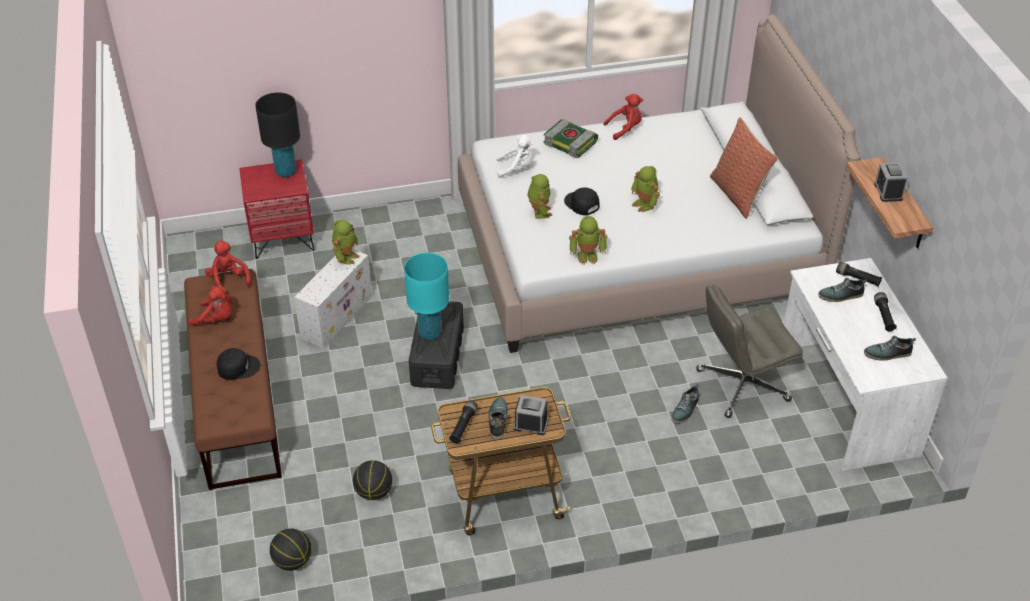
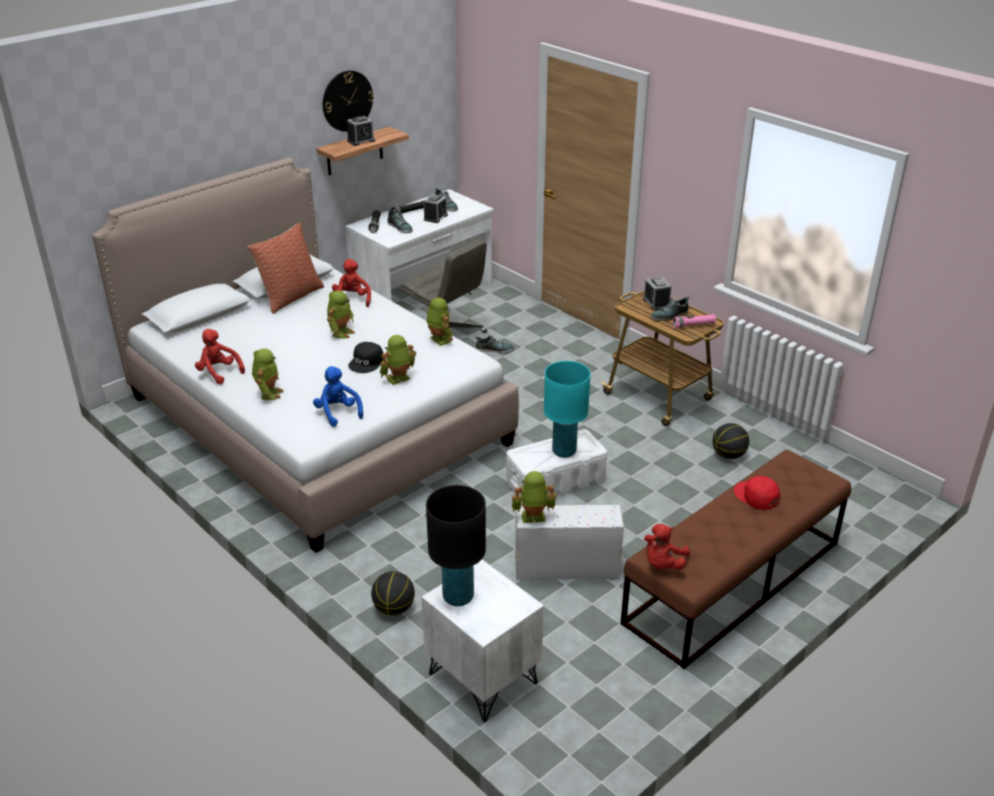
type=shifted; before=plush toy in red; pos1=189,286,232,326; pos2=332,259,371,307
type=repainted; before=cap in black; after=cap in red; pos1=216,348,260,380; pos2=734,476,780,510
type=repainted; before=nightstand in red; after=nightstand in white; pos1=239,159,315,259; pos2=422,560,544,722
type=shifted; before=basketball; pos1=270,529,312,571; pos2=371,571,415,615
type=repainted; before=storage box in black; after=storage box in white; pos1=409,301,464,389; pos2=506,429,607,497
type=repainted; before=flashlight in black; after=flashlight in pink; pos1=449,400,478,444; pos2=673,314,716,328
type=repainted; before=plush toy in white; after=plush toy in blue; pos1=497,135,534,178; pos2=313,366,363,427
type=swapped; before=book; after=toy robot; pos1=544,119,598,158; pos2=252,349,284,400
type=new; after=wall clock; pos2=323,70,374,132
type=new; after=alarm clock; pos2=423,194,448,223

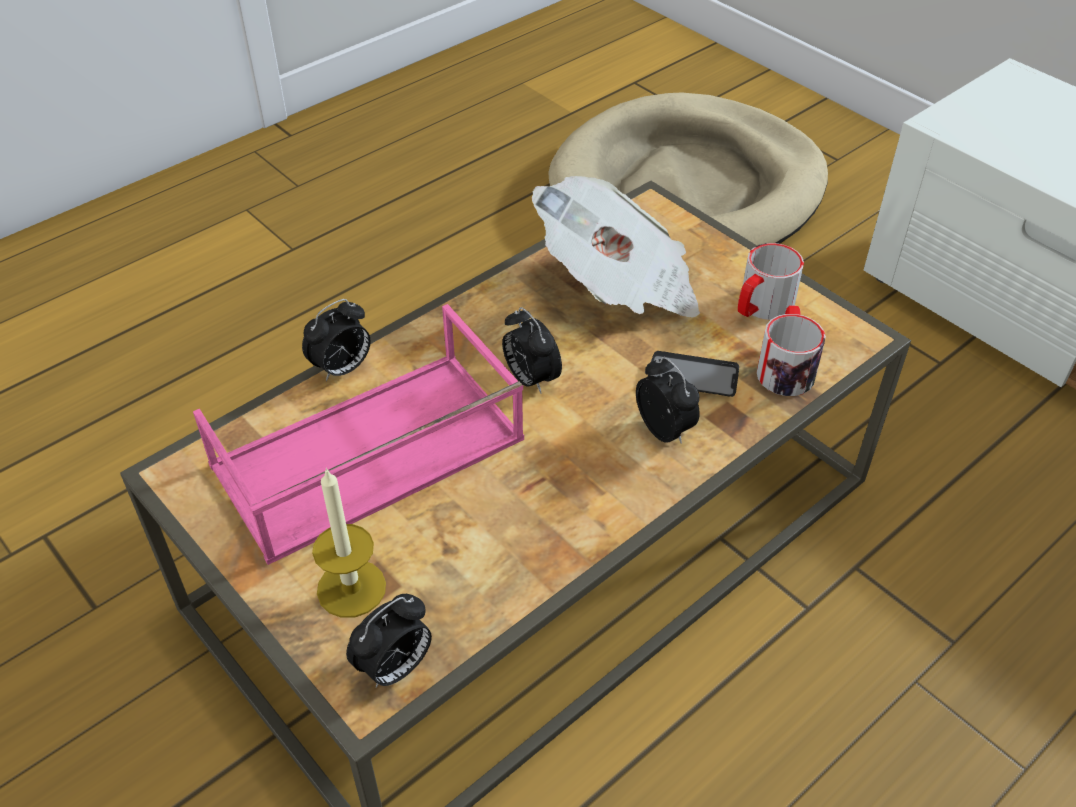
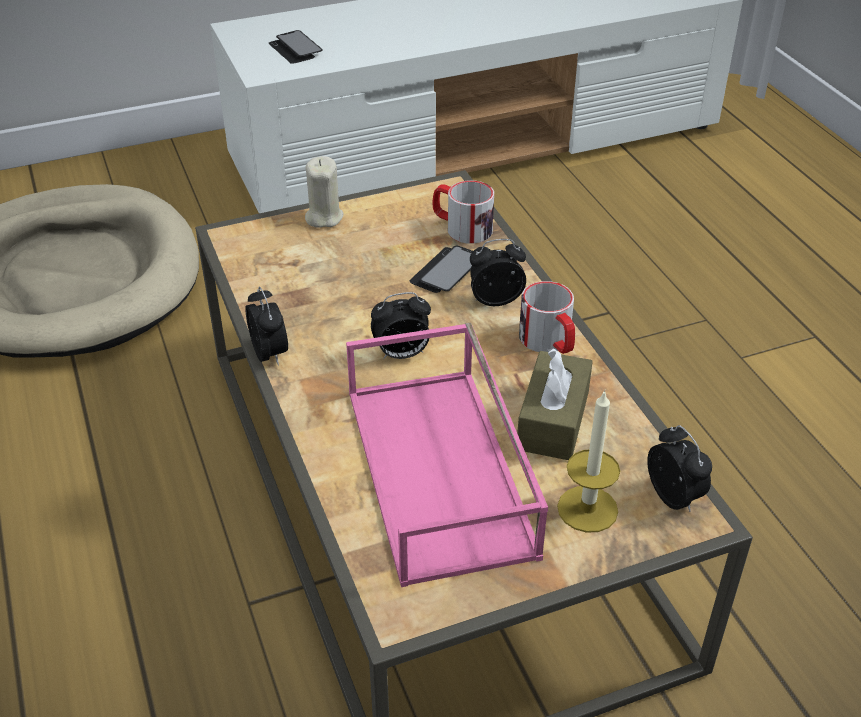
type=shifted; before=alarm clock; pos1=302,299,371,381; pos2=245,286,288,366
type=gone; before=newspaper; pos1=532,176,700,318
type=shifted; before=mug; pos1=738,243,804,320; pos2=519,281,575,354
type=new; after=phone; pos2=269,30,323,64
type=new; after=candle in beige; pos2=305,156,344,228
type=new; after=tissue box in brown; pos2=517,348,593,460

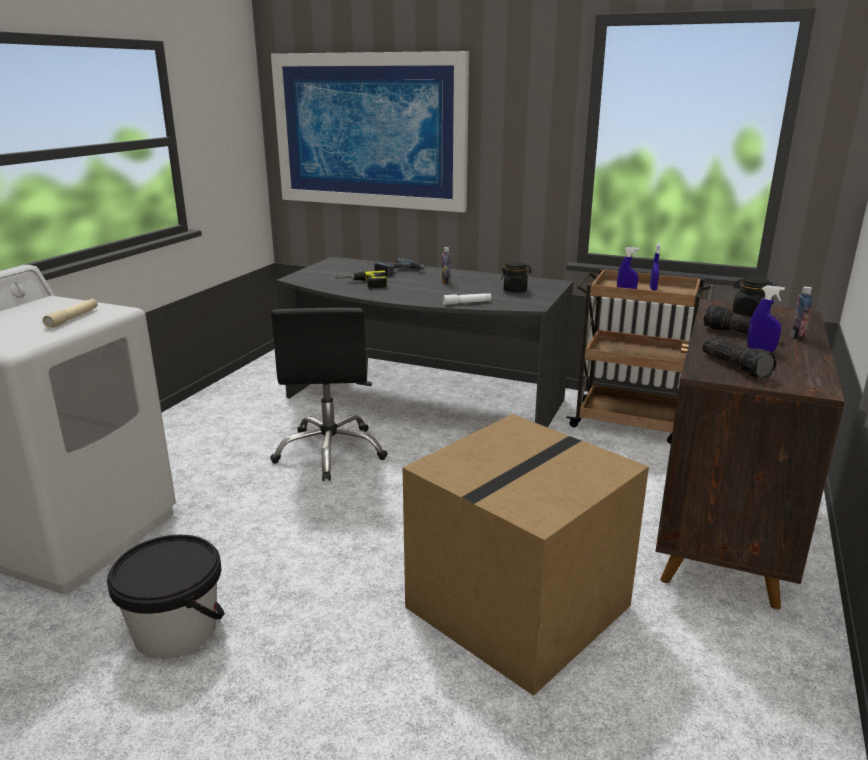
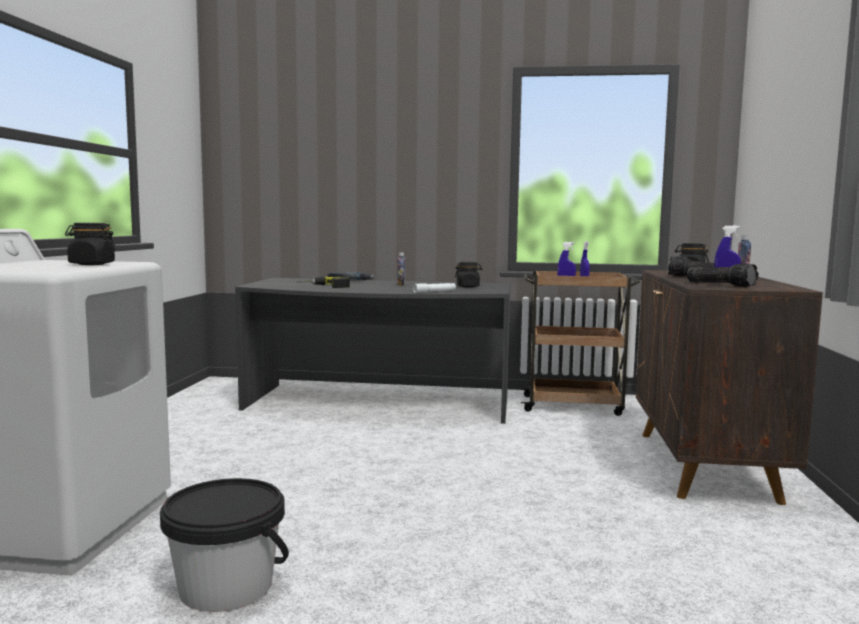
type=swapped; before=flashlight in beige; after=jar in black; pos1=42,299,98,329; pos2=65,223,116,265
type=gone; before=office chair in black; pos1=270,308,388,481
type=gone; before=picture; pos1=271,51,469,212
type=gone; before=cardboard box; pos1=403,414,649,696

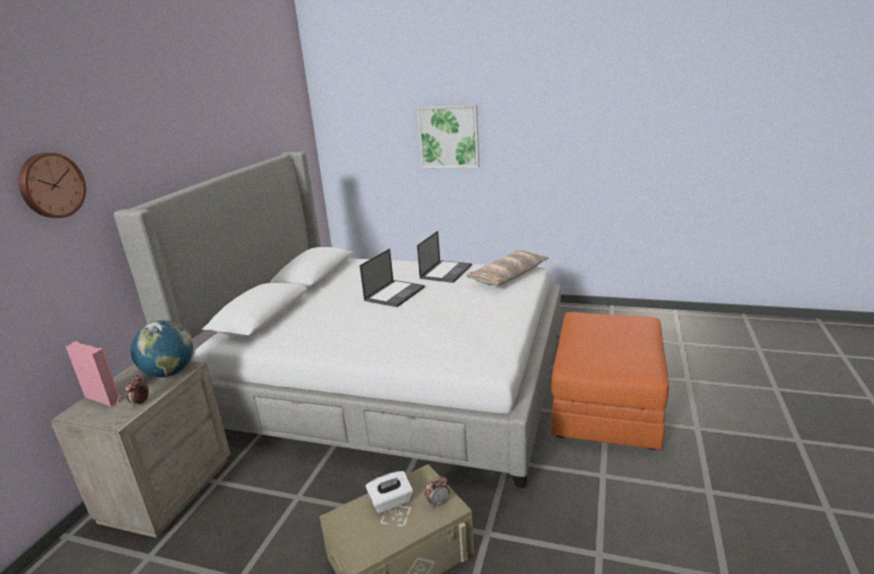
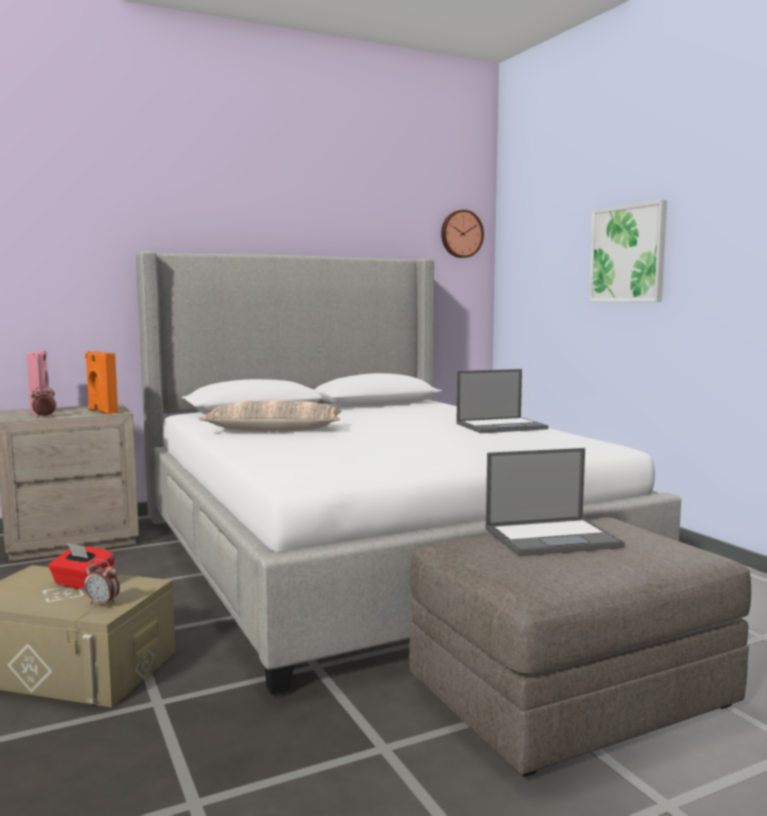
type=shifted; before=wall clock; pos1=19,152,86,218; pos2=441,210,484,258
type=swapped; before=globe; after=speaker in orange; pos1=130,320,194,377; pos2=85,351,118,414
type=shifted; before=laptop; pos1=359,248,425,307; pos2=486,448,625,556
type=repainted; before=tissue box in white; after=tissue box in red; pos1=365,471,413,514; pos2=48,542,115,590
type=shifted; before=pillow; pos1=466,250,549,286; pos2=199,401,342,432
type=repainted; before=ottoman in orange; after=ottoman in grey; pos1=551,312,669,450; pos2=409,517,751,777

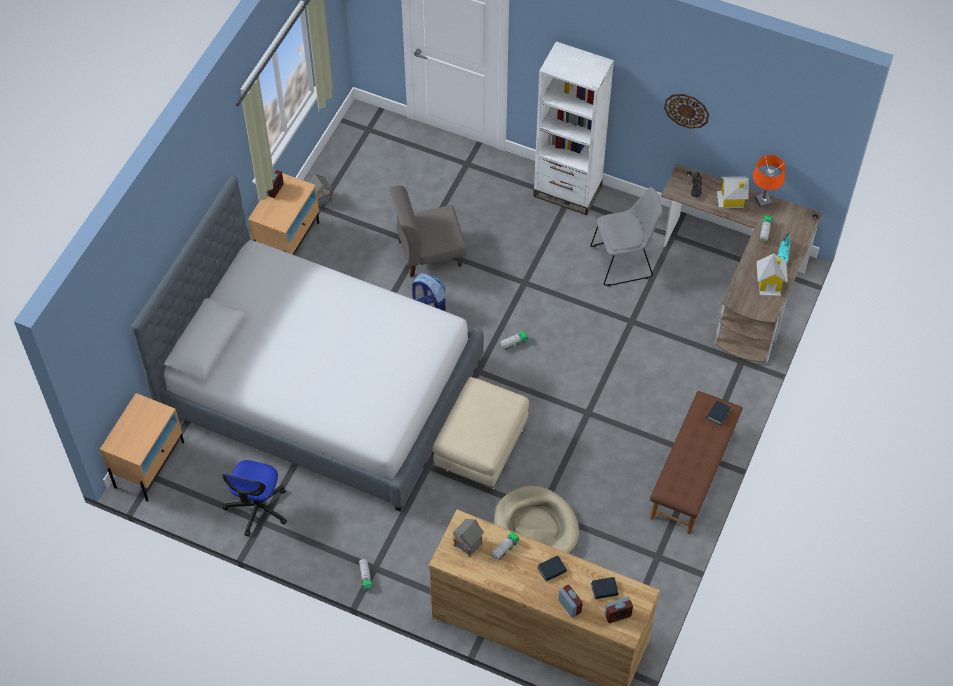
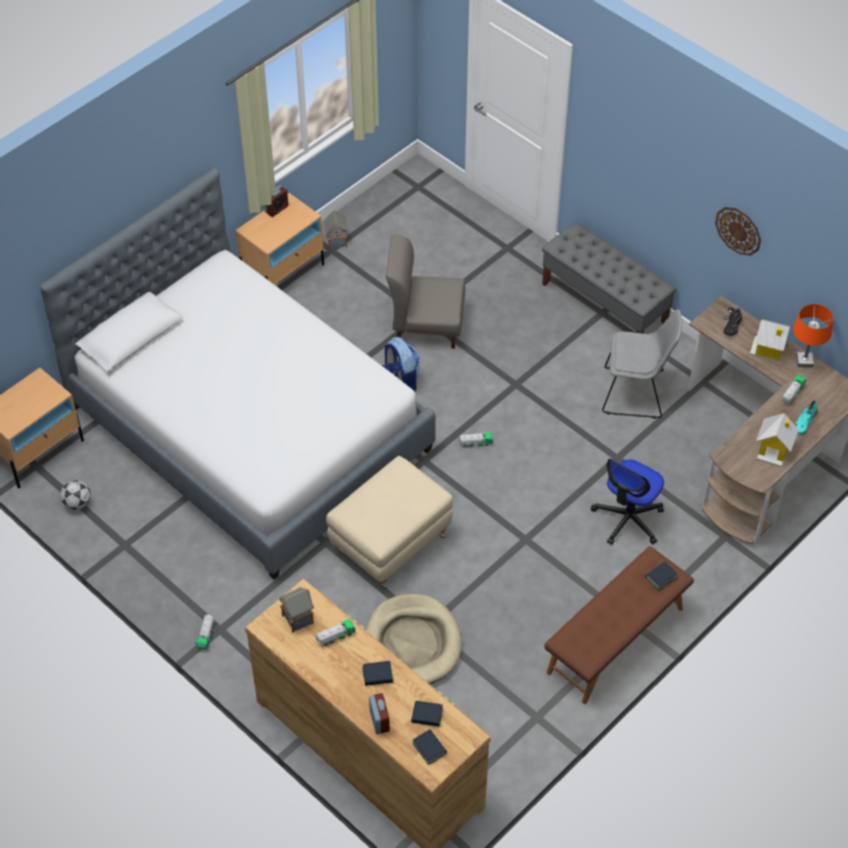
type=shifted; before=office chair; pos1=223,460,287,537; pos2=591,458,664,545
type=swapped; before=bookcase in white; after=bench in grey; pos1=533,41,614,215; pos2=542,222,677,334
type=swapped; before=alarm clock; after=book; pos1=605,597,633,623; pos2=412,729,447,765
type=new; after=football; pos2=60,480,91,510

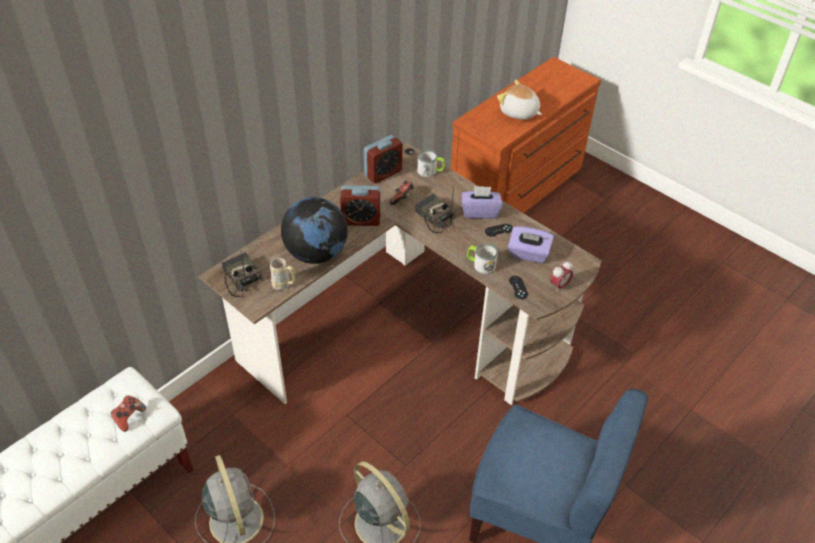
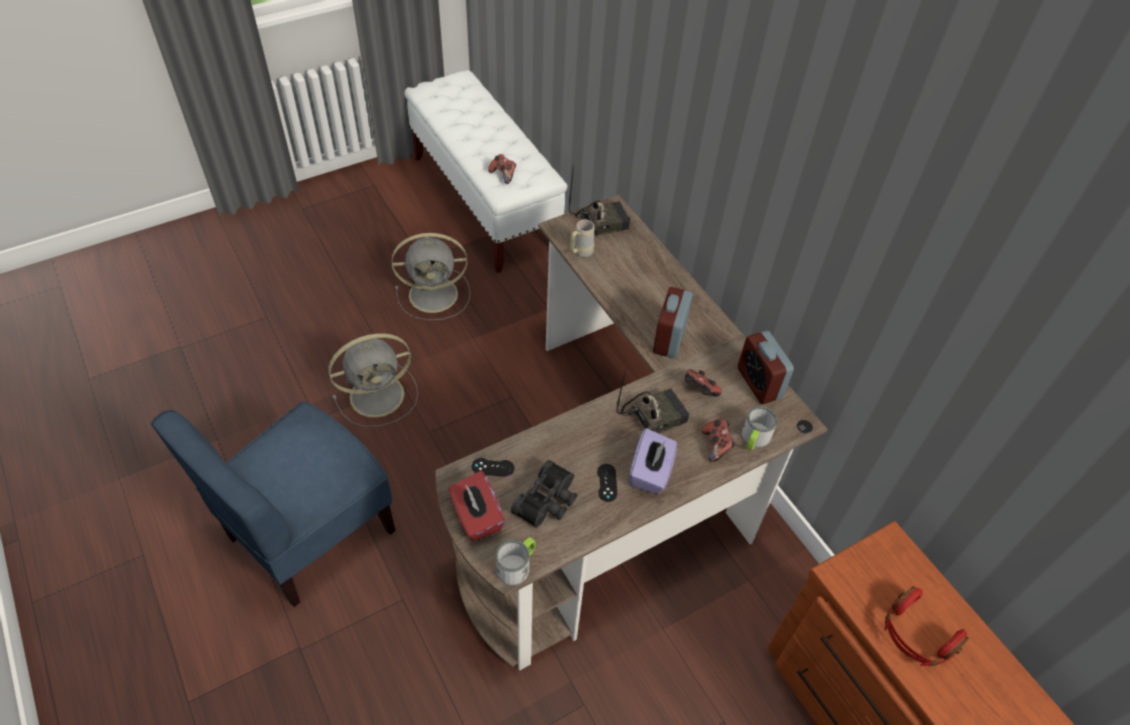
type=gone; before=globe; pos1=281,197,348,264
type=shifted; before=mug; pos1=467,244,498,274; pos2=496,537,536,585
type=swapped; before=plush toy; after=headphones in red; pos1=497,80,542,120; pos2=885,586,969,666
type=swapped; before=tissue box in purple; after=binoculars in black; pos1=508,226,554,263; pos2=511,460,577,528
type=swapped; before=alarm clock; after=tissue box in red; pos1=550,261,573,292; pos2=449,471,505,541
type=new; after=game controller; pos2=702,419,735,462

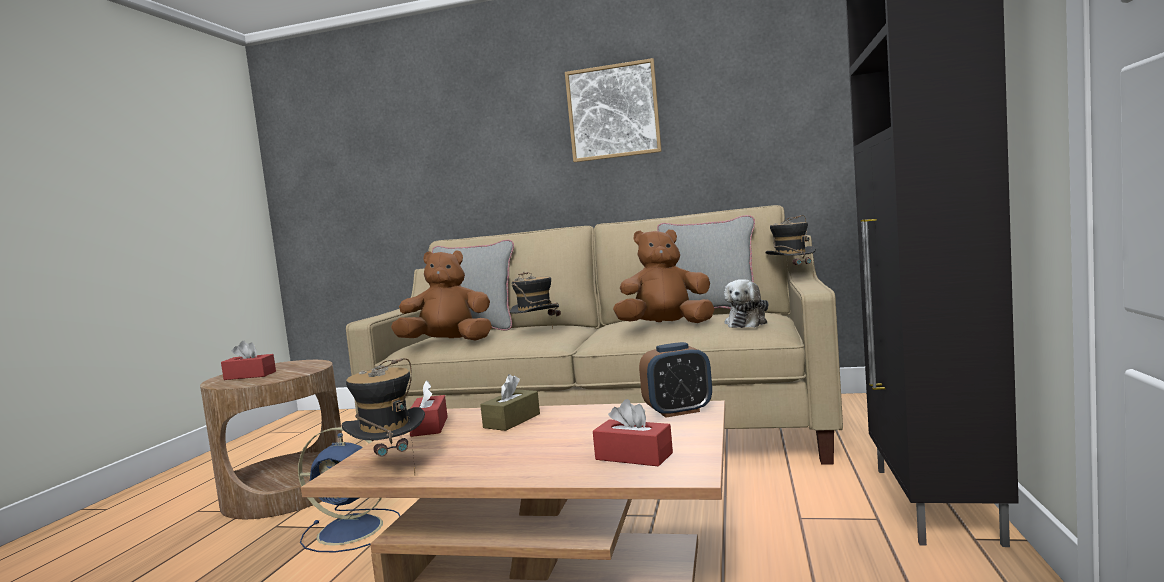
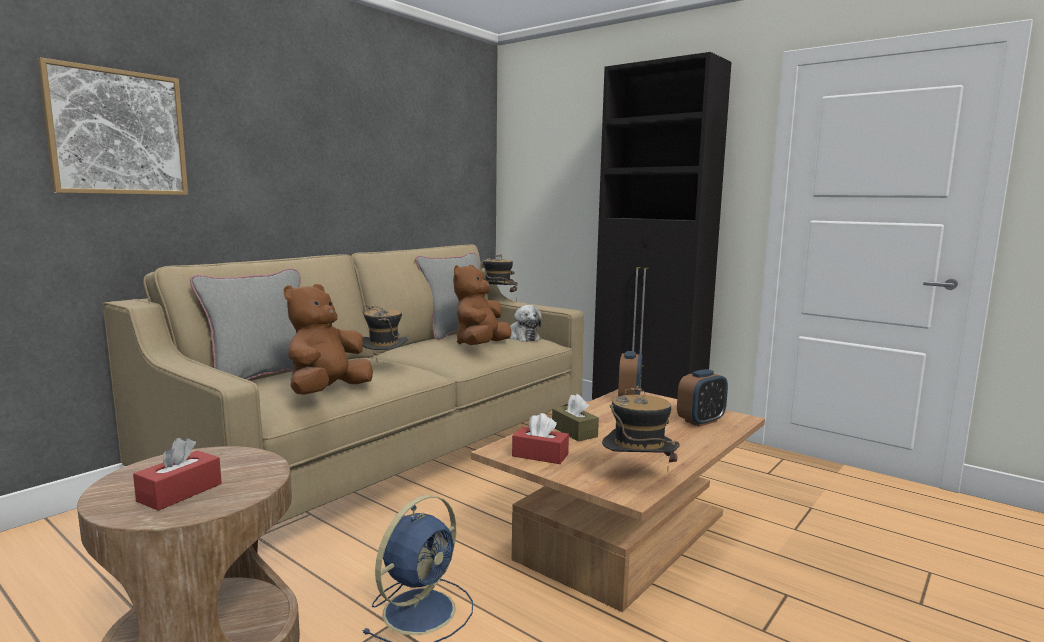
type=shifted; before=picture; pos1=565,58,662,162; pos2=37,57,188,195
type=swapped; before=tissue box in red; after=alarm clock; pos1=593,399,673,467; pos2=677,369,728,427

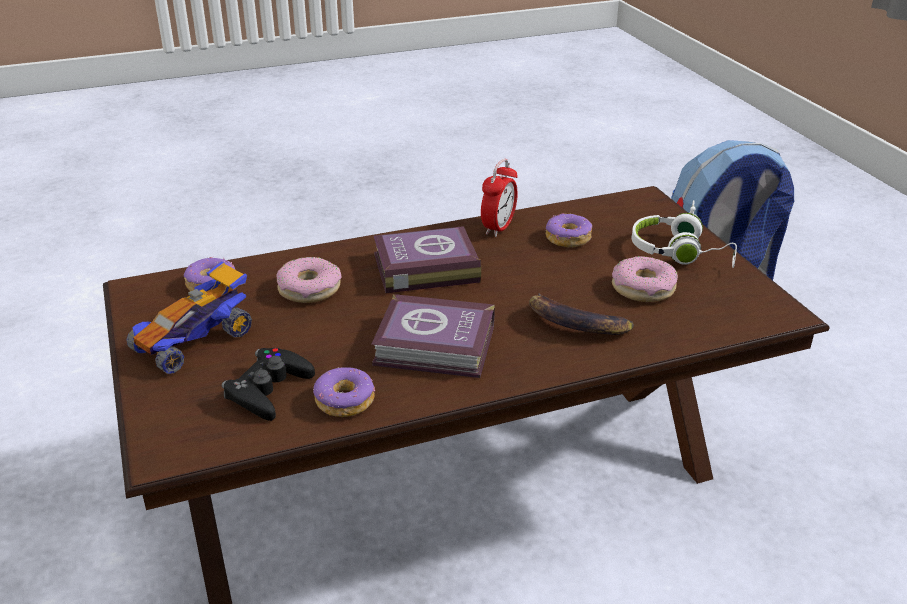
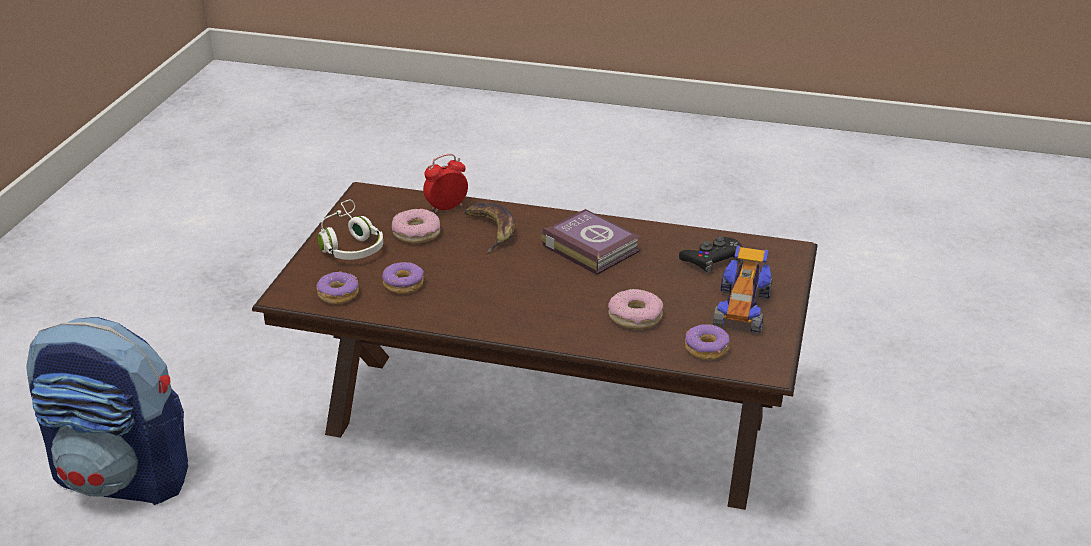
type=rotated; before=toy car; pos1=126,261,252,374; pos2=713,246,772,333; turn=120
type=shifted; before=donut; pos1=313,367,376,417; pos2=316,271,359,304
type=gone; before=book; pos1=374,226,481,293
type=shifted; before=alarm clock; pos1=481,159,518,237; pos2=423,154,468,213

